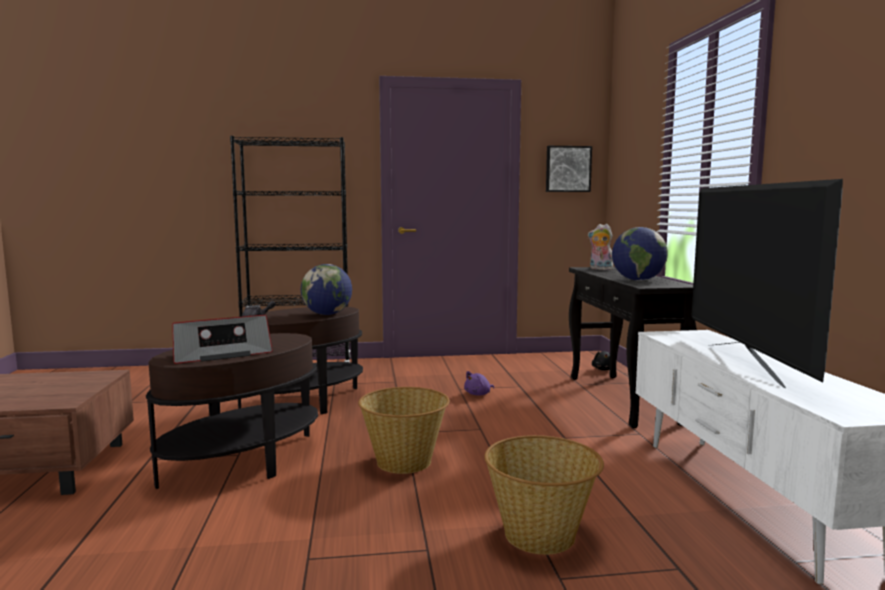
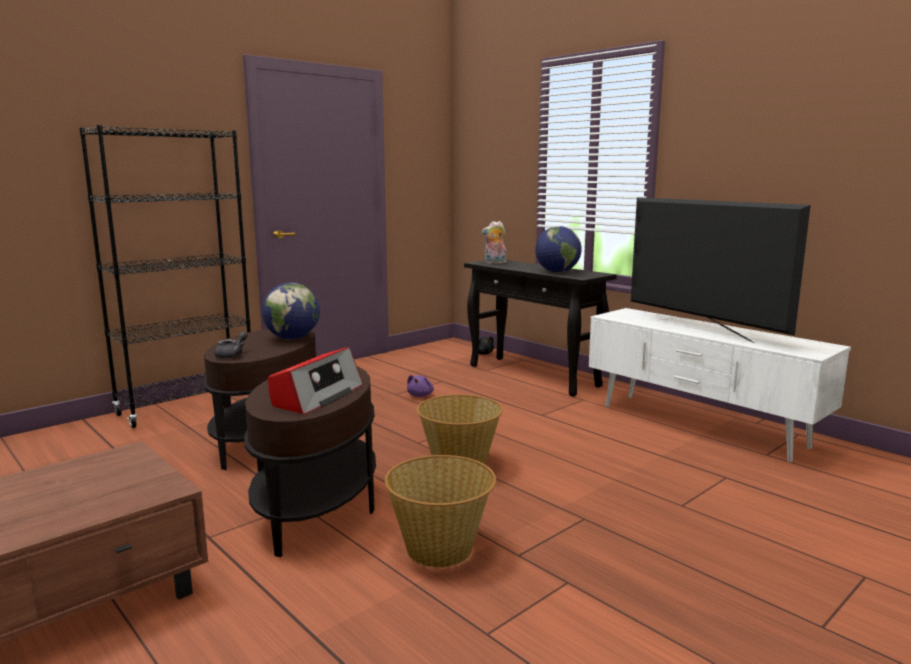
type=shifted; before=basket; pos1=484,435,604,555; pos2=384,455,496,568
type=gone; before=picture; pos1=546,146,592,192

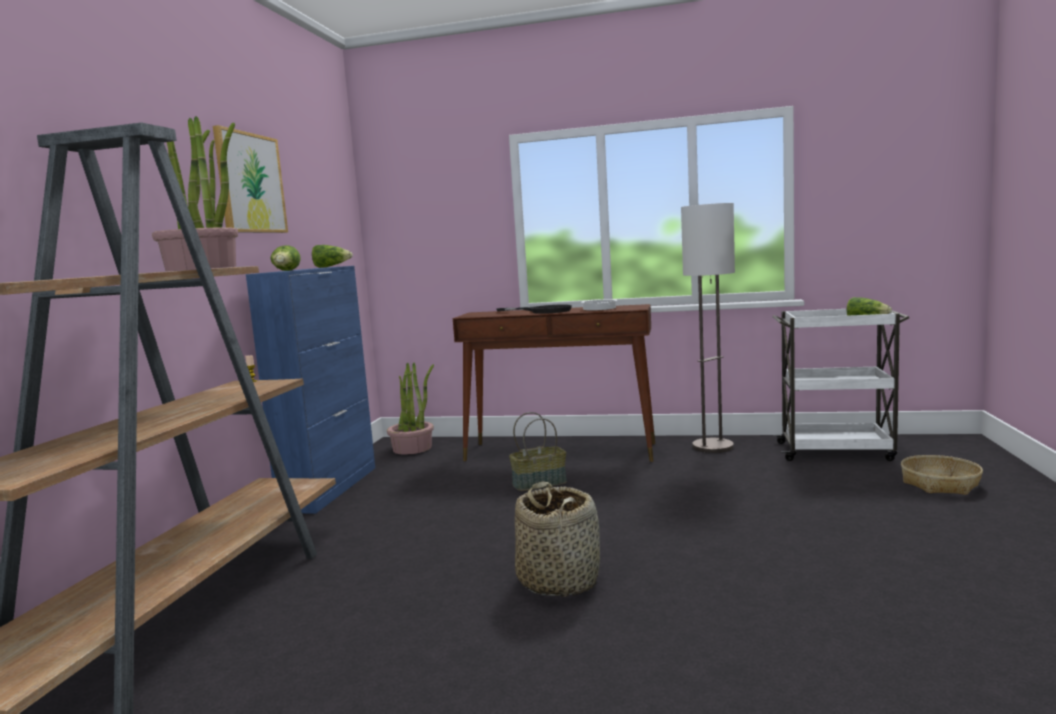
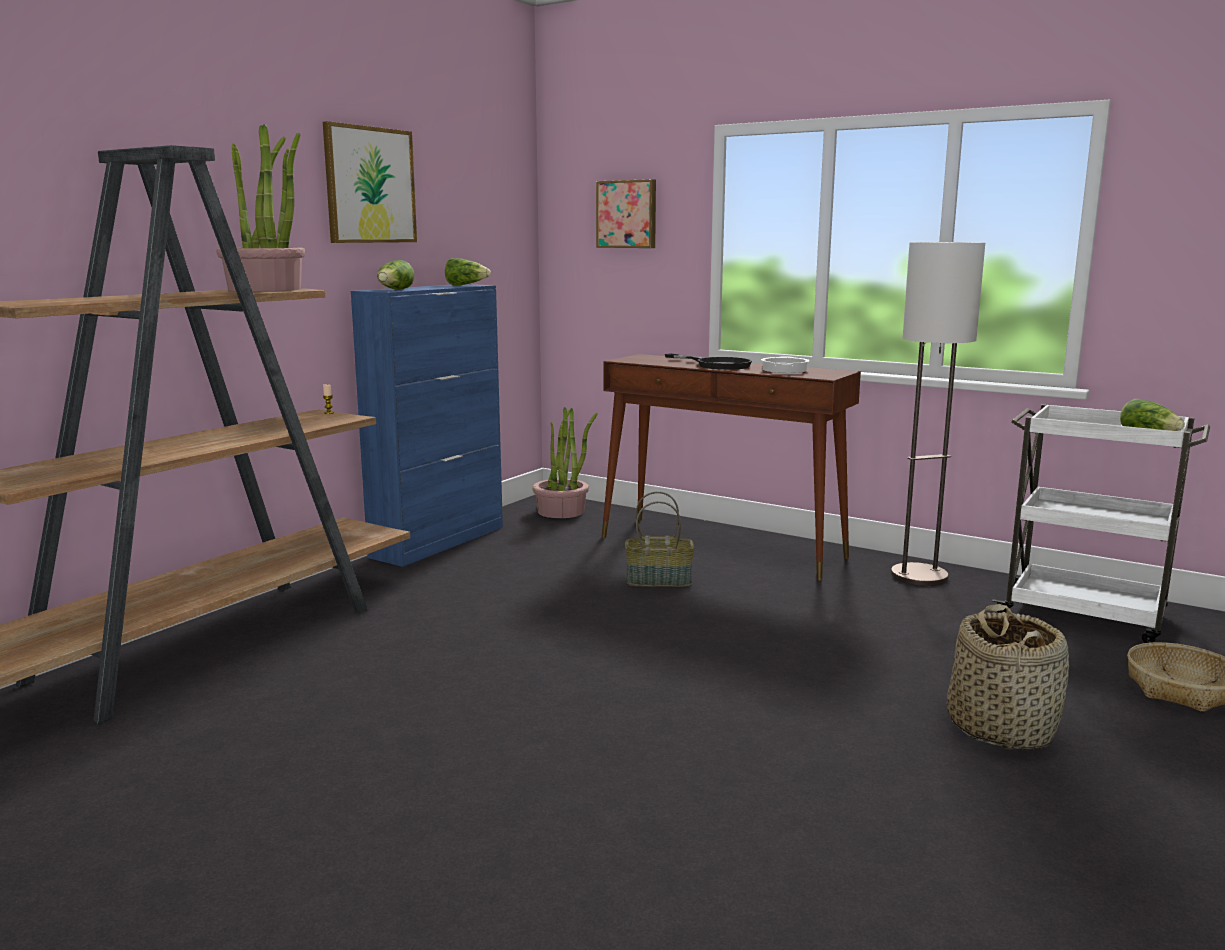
type=shifted; before=basket; pos1=515,481,600,597; pos2=947,604,1069,750
type=new; after=picture; pos2=596,179,656,248

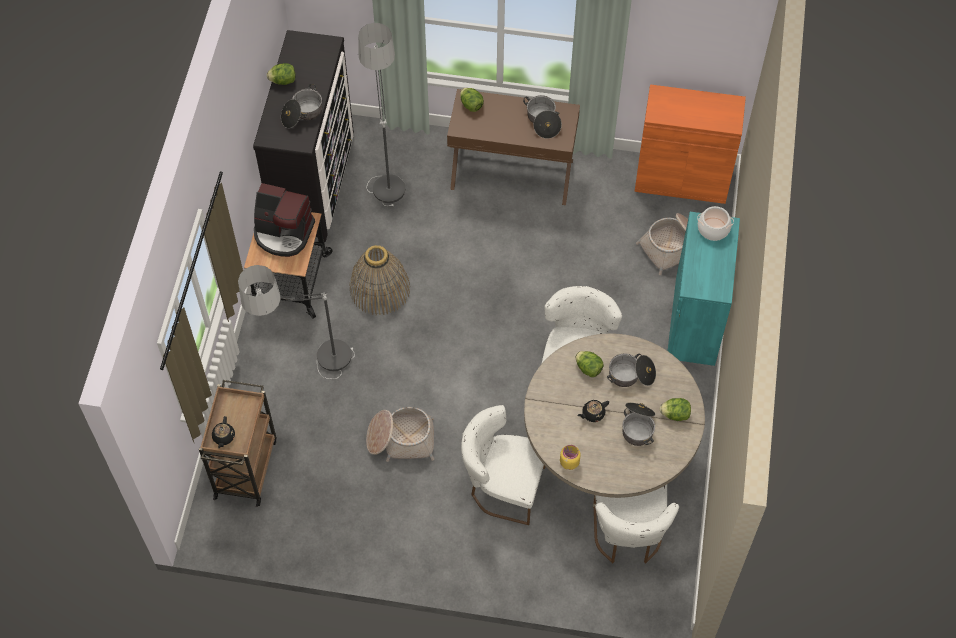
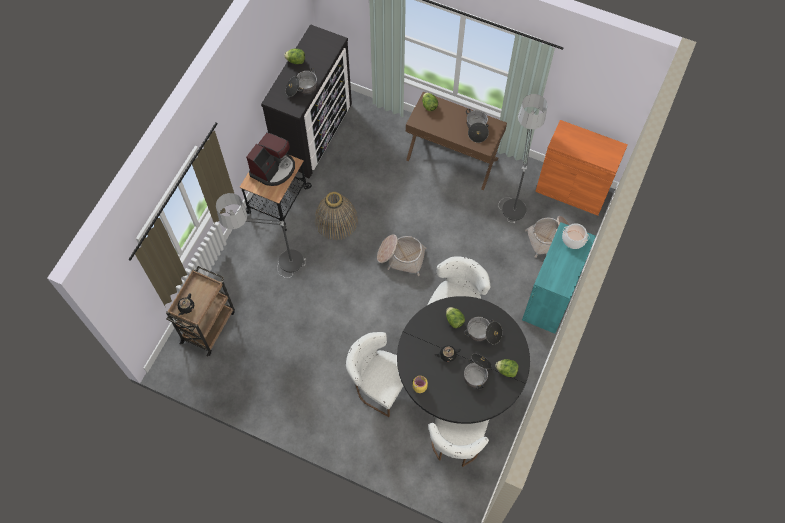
type=rotated; before=coffee machine; pos1=254,183,315,257; pos2=246,132,295,186; turn=-90
type=shifted; before=floor lamp; pos1=358,23,406,206; pos2=498,94,547,223
type=shifted; before=basket; pos1=366,407,434,462; pos2=377,234,426,276
type=repainted; before=dining table in beige; after=dining table in black; pos1=524,334,705,508; pos2=397,296,530,424

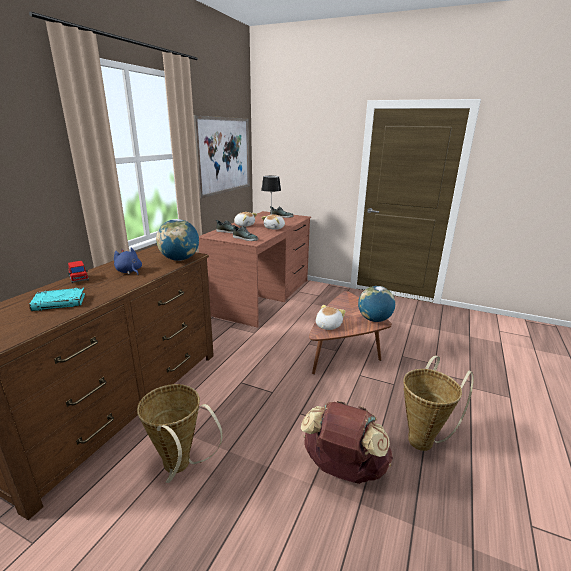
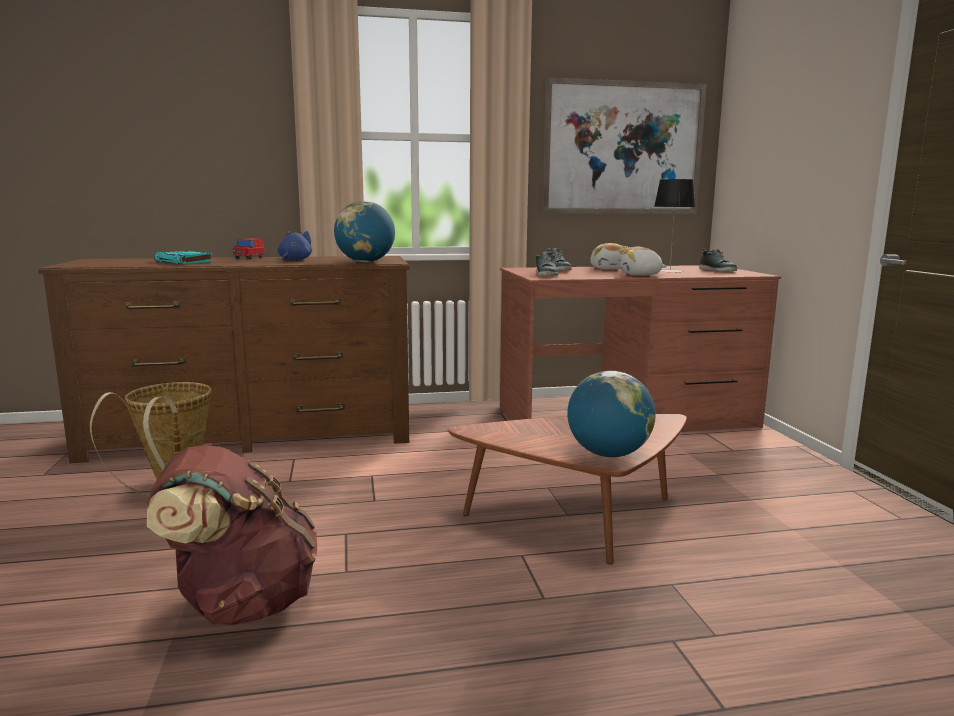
type=gone; before=plush toy; pos1=316,305,346,330
type=gone; before=basket; pos1=403,355,474,451

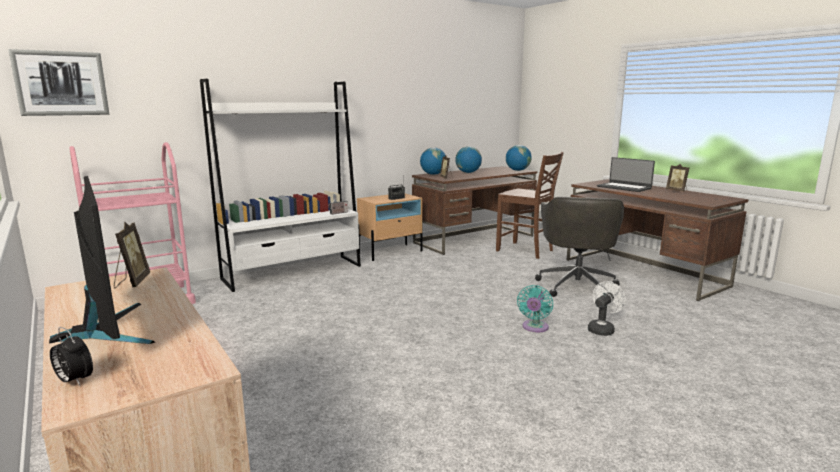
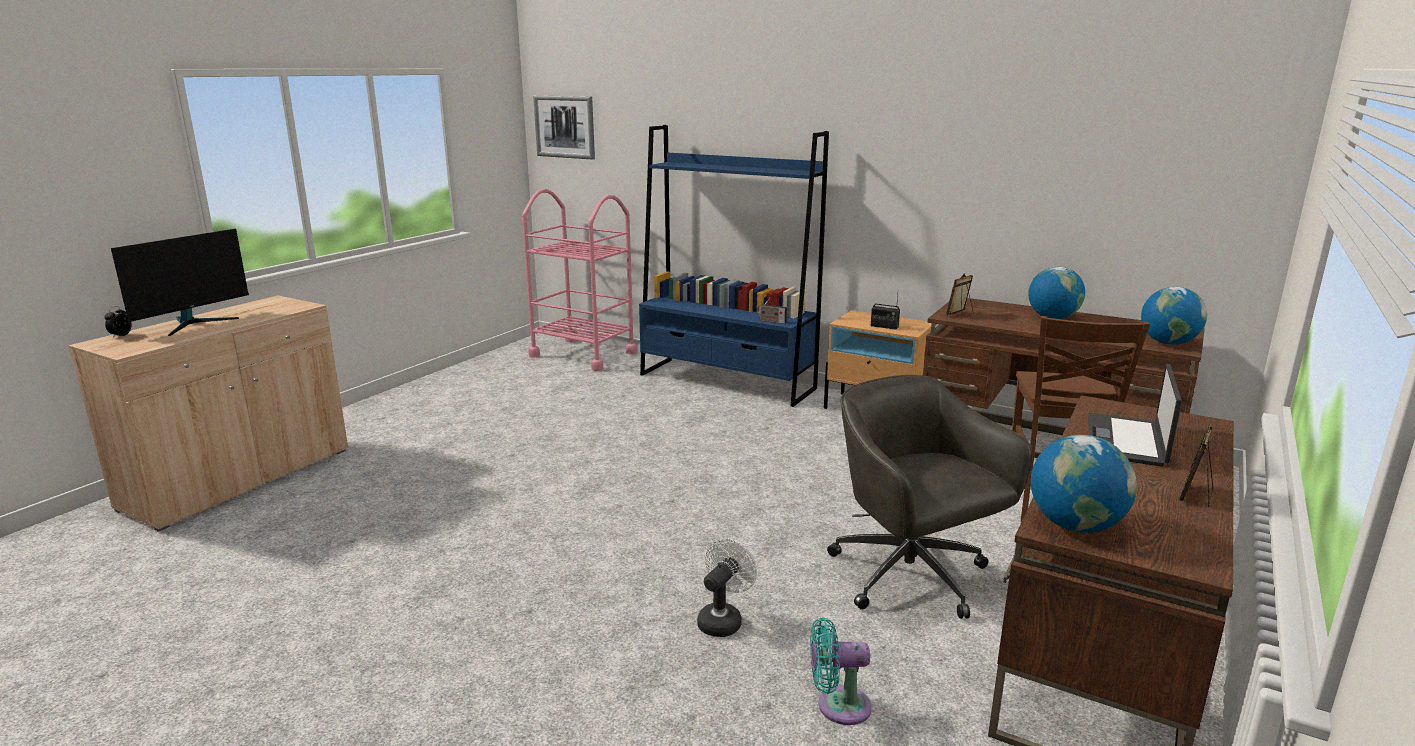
type=gone; before=picture frame; pos1=114,222,150,289
type=repainted; before=bookcase in white; after=bookcase in blue; pos1=200,79,361,292; pos2=639,125,829,407
type=shifted; before=globe; pos1=420,147,446,175; pos2=1031,435,1137,533
type=shifted; before=fan in turquoise; pos1=517,285,553,332; pos2=810,618,872,725
type=rotated; before=office chair in grey; pos1=535,197,624,297; pos2=827,375,1032,619; turn=75
type=rotated; before=fan in white; pos1=588,281,626,336; pos2=697,539,757,637; turn=-75

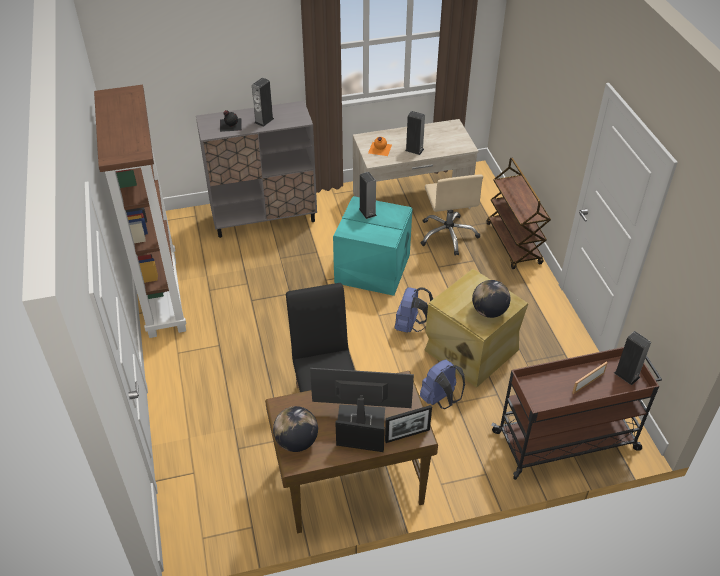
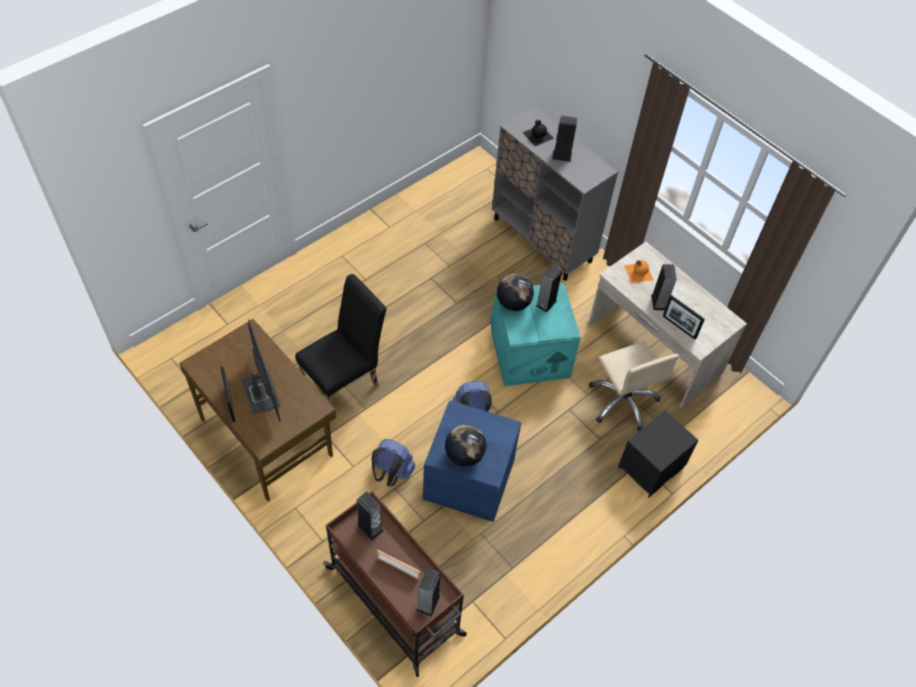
type=gone; before=bookcase in brown; pos1=94,85,186,338
type=shifted; before=globe; pos1=273,406,318,452; pos2=497,274,534,311
type=shifted; before=picture frame; pos1=385,405,432,443; pos2=663,295,705,340
type=rotated; before=office chair in beige; pos1=421,175,483,256; pos2=589,341,679,431; turn=-75
type=repainted; before=storage box in beige; after=storage box in blue; pos1=424,269,528,388; pos2=423,400,521,522
type=swapped; before=cart in brown; after=nightstand in black; pos1=486,158,551,269; pos2=618,410,699,497
type=new; after=speaker; pos2=357,491,384,540

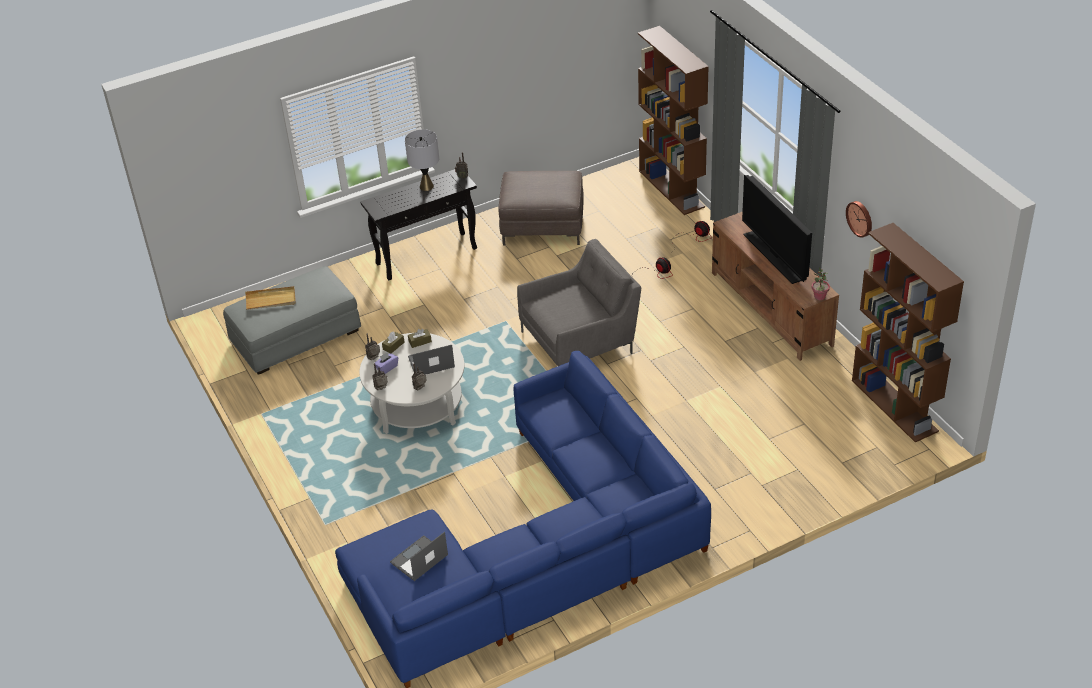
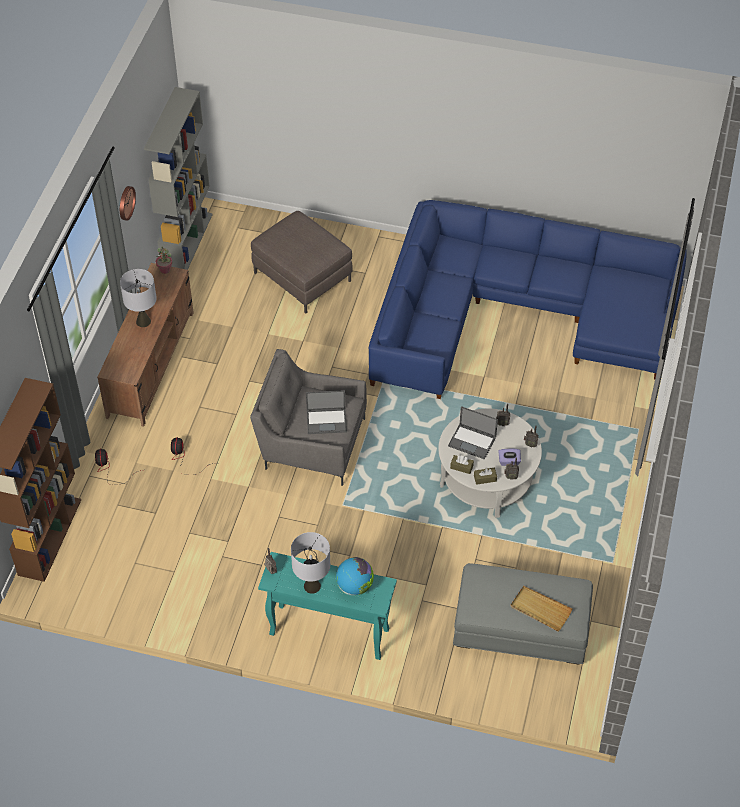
type=repainted; before=console table in black; after=console table in turquoise; pos1=360,169,477,280; pos2=258,552,397,660
type=shifted; before=laptop; pos1=390,532,448,581; pos2=306,390,347,434
type=shifted; before=ottoman in brown; pos1=499,171,584,245; pos2=251,211,353,313
type=swapped; before=television; after=table lamp in grey; pos1=742,175,812,284; pos2=120,269,157,327
type=repainted; before=bookcase in brown; after=bookcase in grey; pos1=852,223,964,442; pos2=144,87,213,270
type=new; after=globe; pos2=336,557,374,595

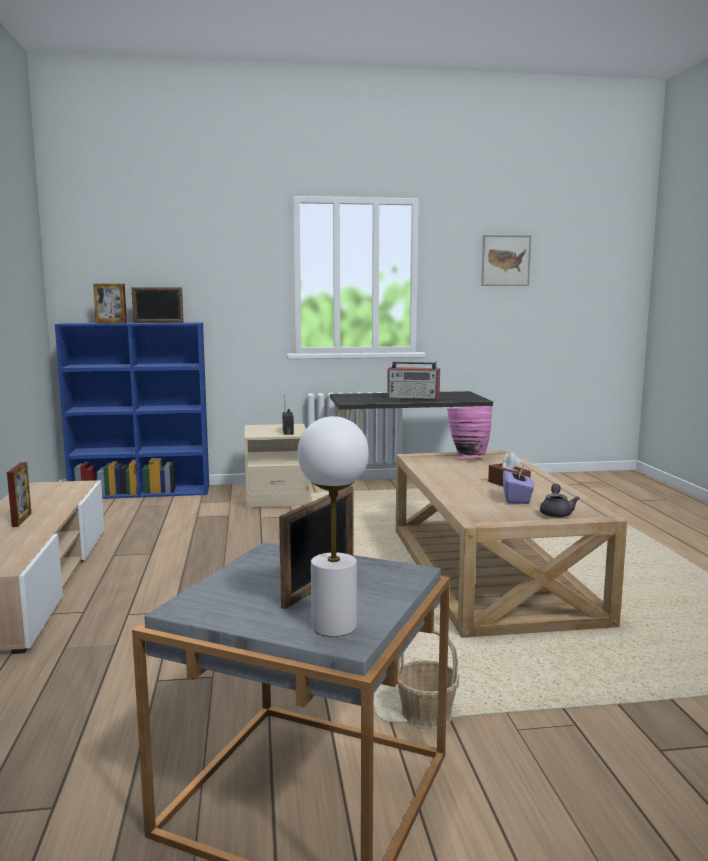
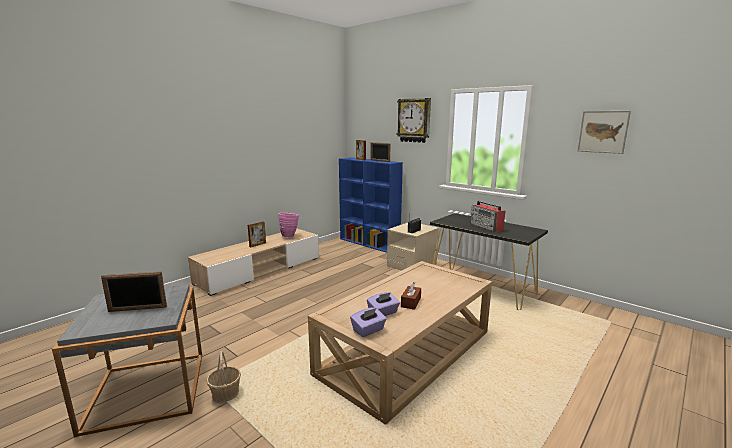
type=gone; before=table lamp in white; pos1=298,416,369,637
type=shifted; before=vase in pink; pos1=447,406,493,458; pos2=278,213,299,238
type=swapped; before=teapot in grey; after=tissue box in purple; pos1=540,484,580,518; pos2=350,307,387,337
type=new; after=wall clock; pos2=397,98,431,143

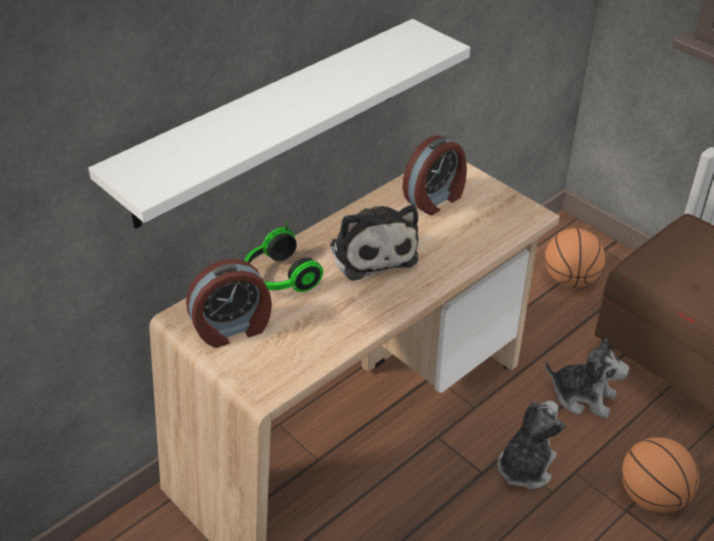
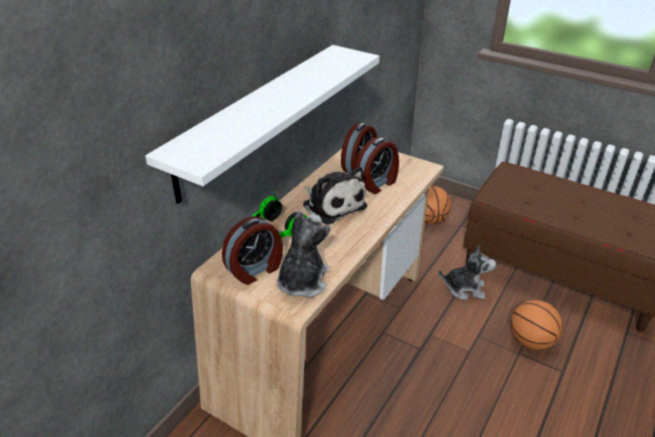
type=shifted; before=plush toy; pos1=497,400,567,489; pos2=277,211,330,298
type=new; after=alarm clock; pos2=355,137,399,194

